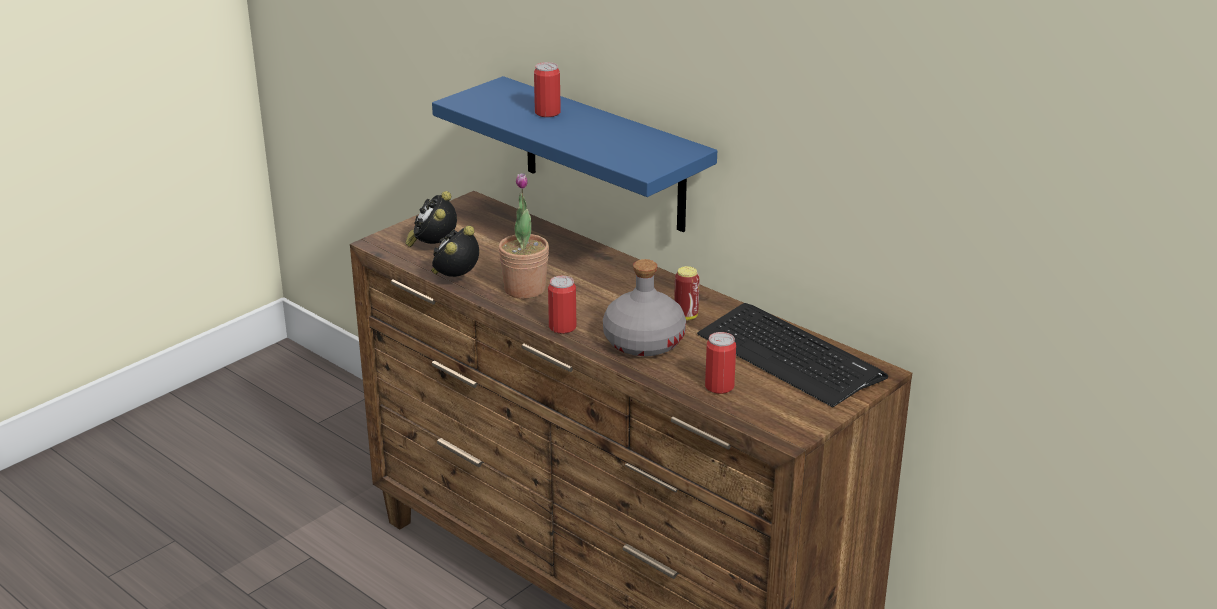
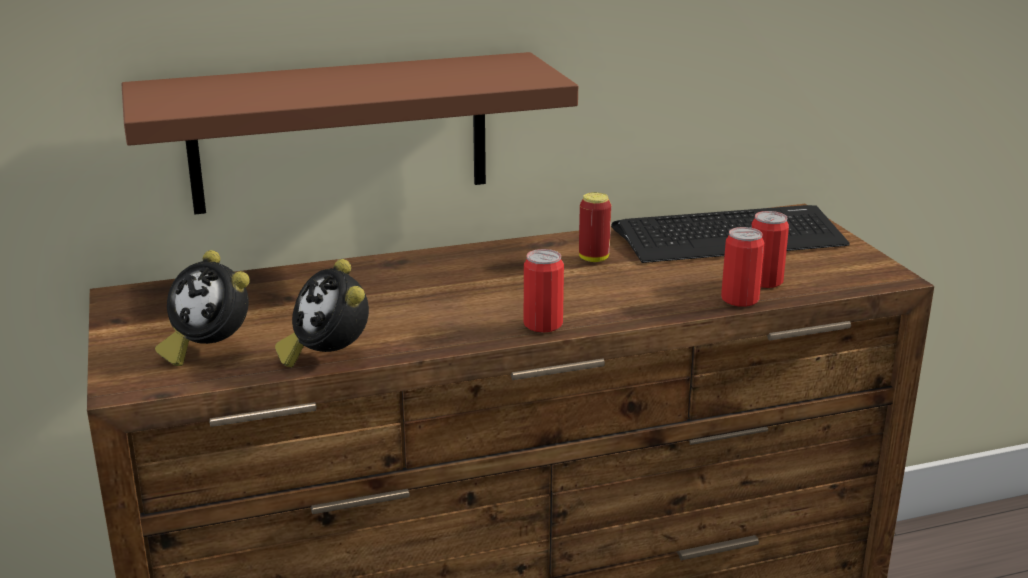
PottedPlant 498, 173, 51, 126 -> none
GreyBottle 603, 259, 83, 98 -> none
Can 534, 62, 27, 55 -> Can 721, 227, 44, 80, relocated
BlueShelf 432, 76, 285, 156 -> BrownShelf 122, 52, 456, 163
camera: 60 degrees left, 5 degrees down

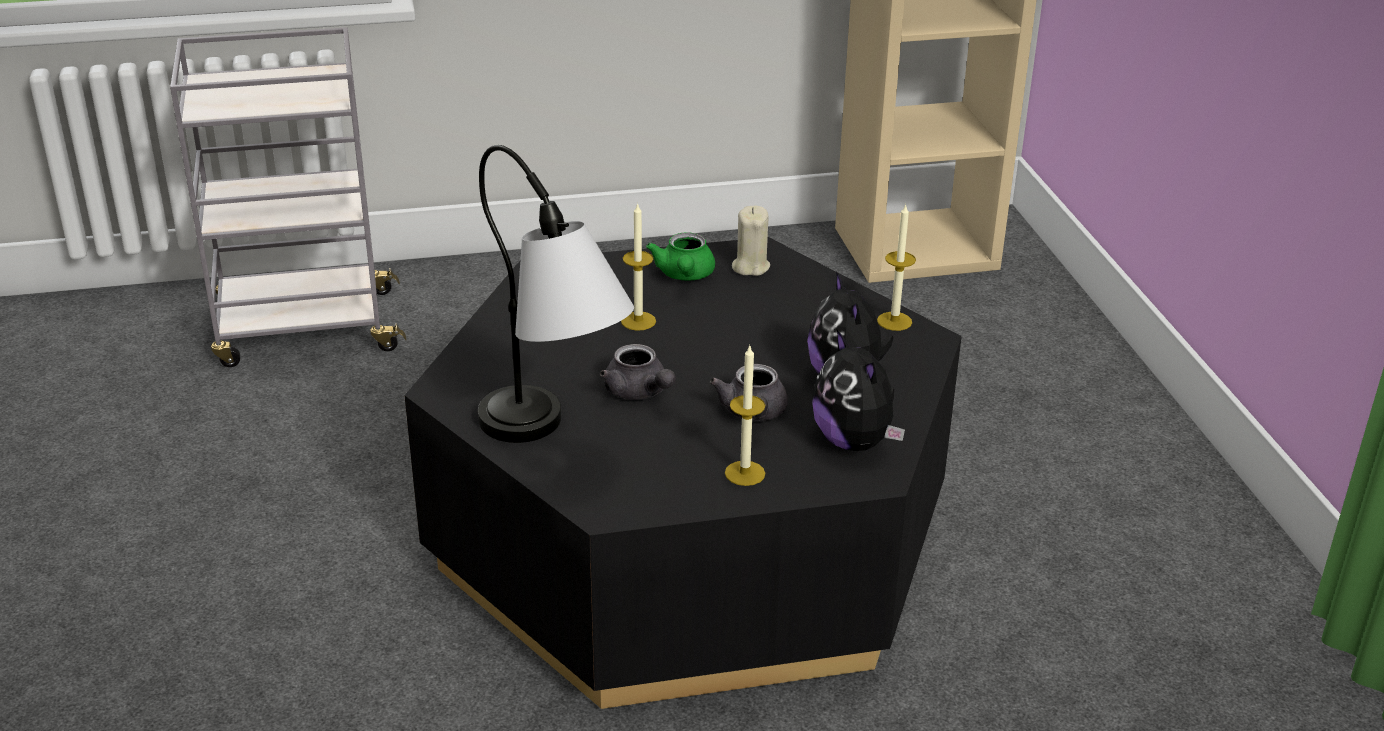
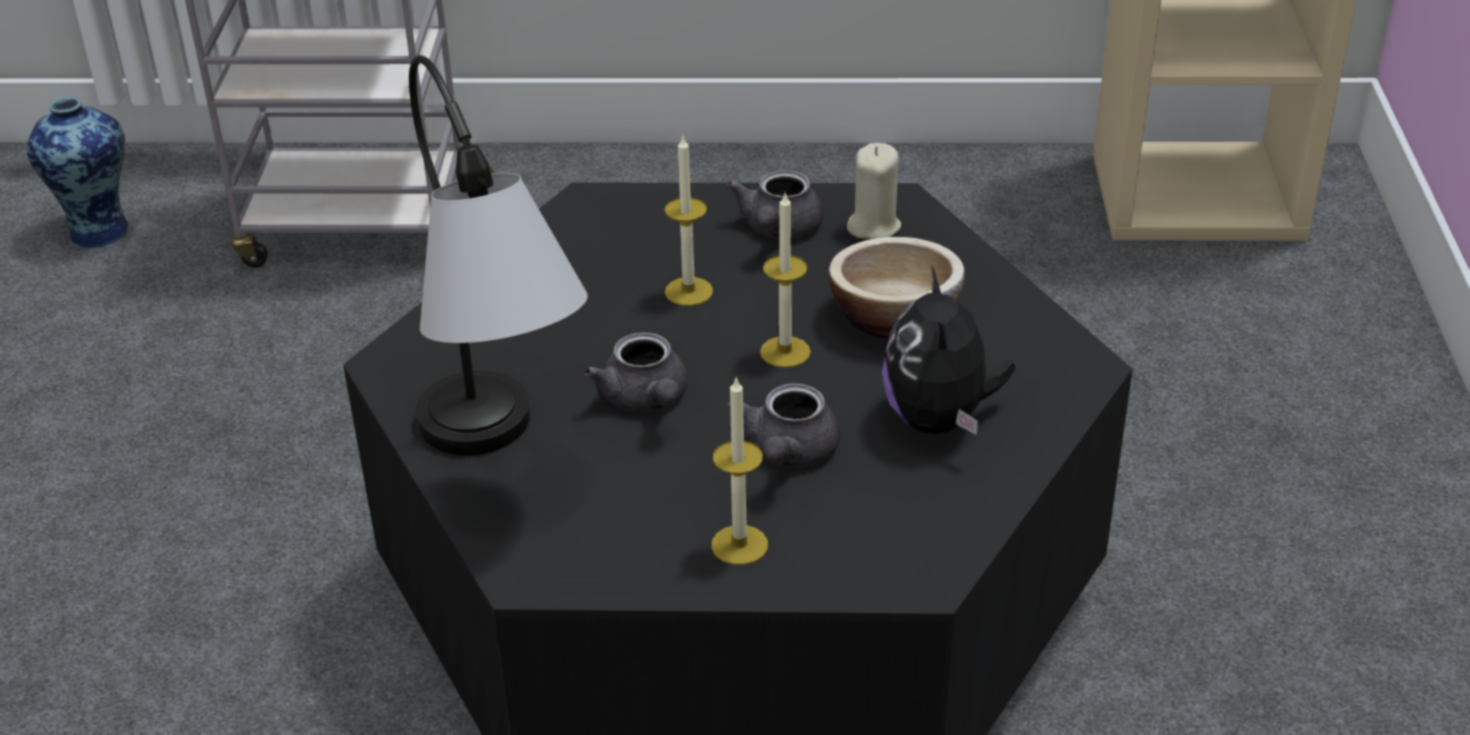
PlushToy 812, 329, 93, 122 -> none
none -> Vase 27, 97, 101, 151
none -> Bowl 829, 237, 136, 102
Candle 877, 203, 39, 128 -> Candle 760, 193, 51, 175, relocated
GreenTeapot 646, 232, 69, 49 -> GreyTeapot 727, 170, 97, 69
camera: 15 degrees right, 5 degrees up

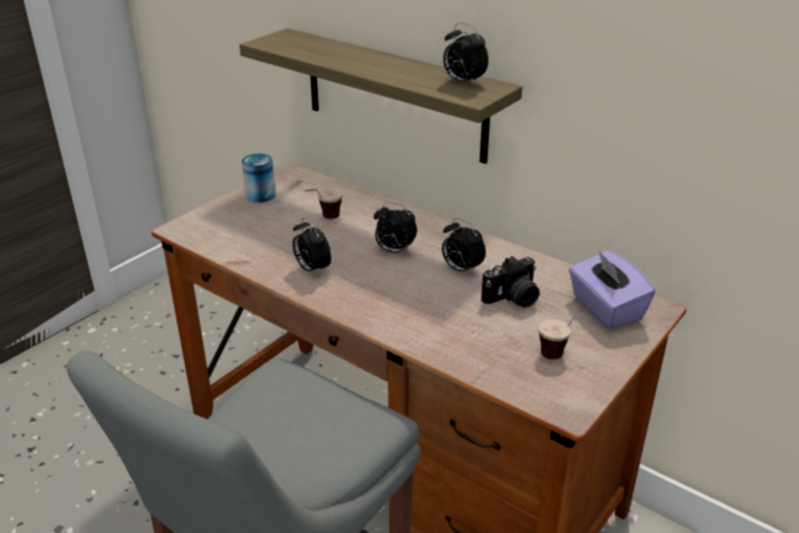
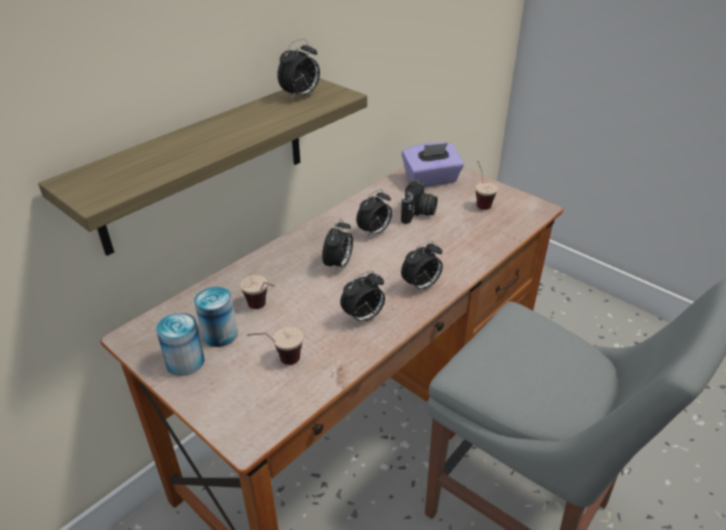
none -> Can 194, 287, 44, 60
none -> Cup 247, 327, 56, 38
none -> AlarmClock 401, 241, 42, 51
PhotoCamera 481, 256, 58, 52 -> PhotoCamera 401, 179, 37, 45, 45 degrees clockwise
camera: 85 degrees left, 5 degrees up

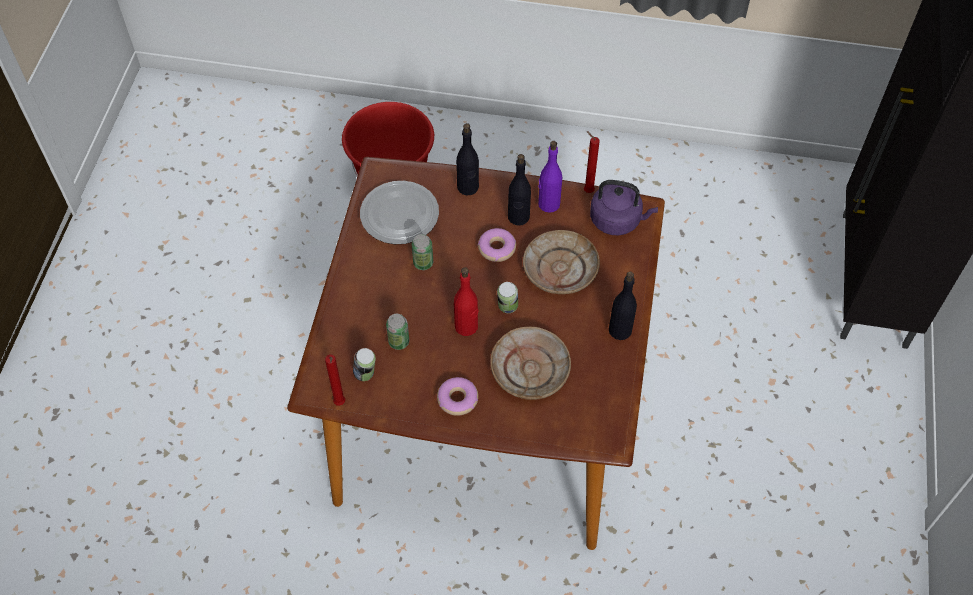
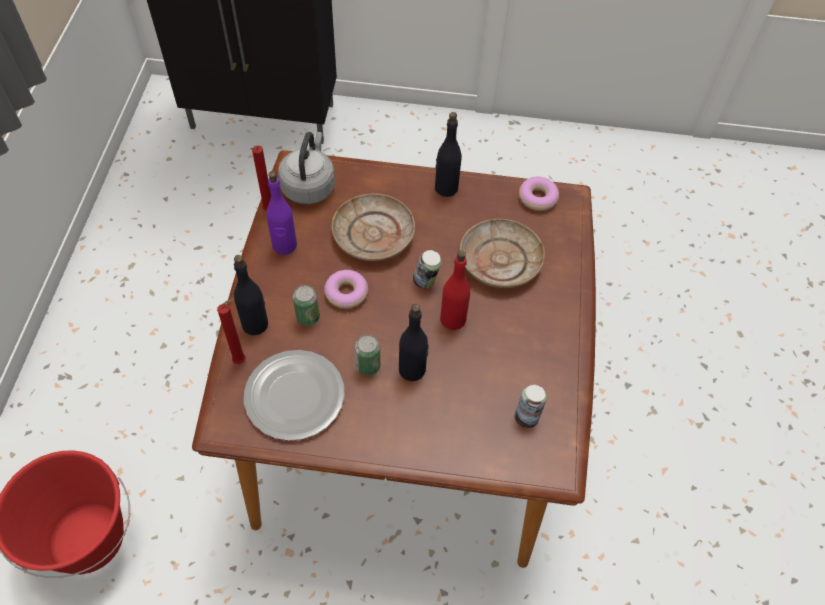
RedCandle 325, 354, 20, 52 -> RedCandle 217, 299, 29, 65, relocated
Can 386, 314, 23, 36 -> Can 293, 285, 27, 41, relocated
Donut 437, 377, 41, 39 -> Donut 519, 177, 40, 34, relocated
BlackBottle 508, 154, 23, 72 -> BlackBottle 399, 304, 30, 77, relocated
PurpleKettle 590, 180, 68, 55 -> GreyKettle 278, 132, 57, 72
camera: 95 degrees left, 0 degrees up

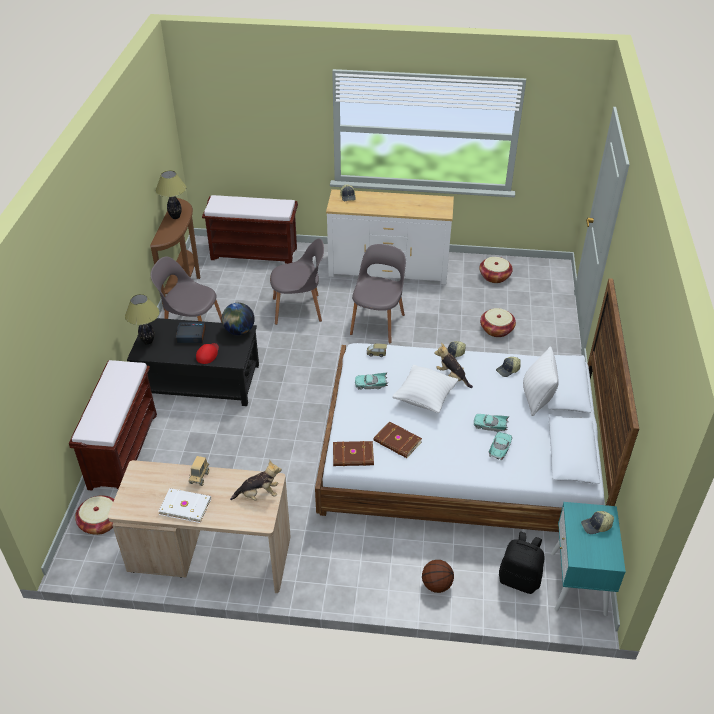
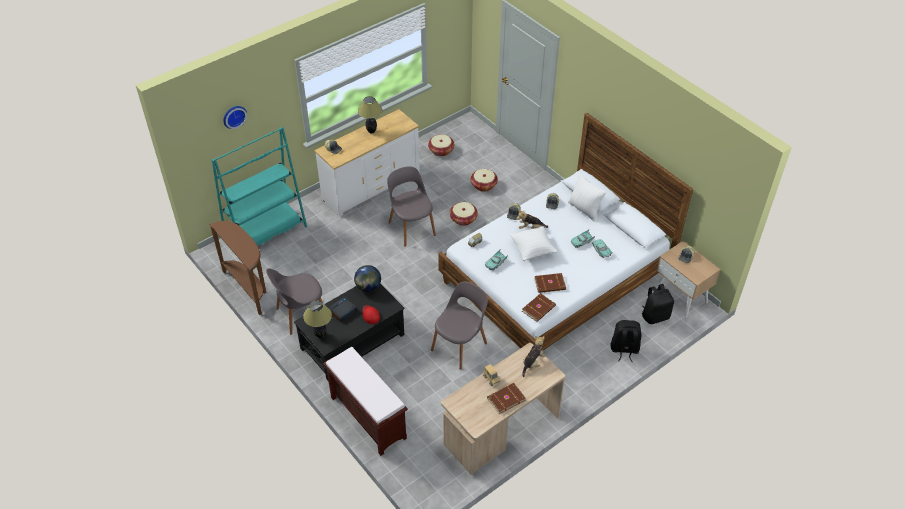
none -> WallClock 223, 106, 24, 23
Basket 75, 495, 39, 40 -> Basket 450, 202, 28, 24, relocated
TableLamp 156, 170, 30, 49 -> TableLamp 358, 96, 24, 37, relocated
GreyChair 270, 238, 54, 87 -> GreyChair 431, 282, 57, 88, relocated
BrownBench 202, 195, 96, 69 -> TurquoiseBookcase 212, 127, 95, 119
Basketball 422, 560, 32, 33 -> BlackBackpack 611, 320, 30, 42
WhiteBook 158, 488, 53, 35 -> BrownBook 487, 383, 39, 31
TurquoiseNightstand 551, 502, 75, 114 -> BeigeNightstand 653, 241, 68, 77
camera: 45 degrees left, 5 degrees up

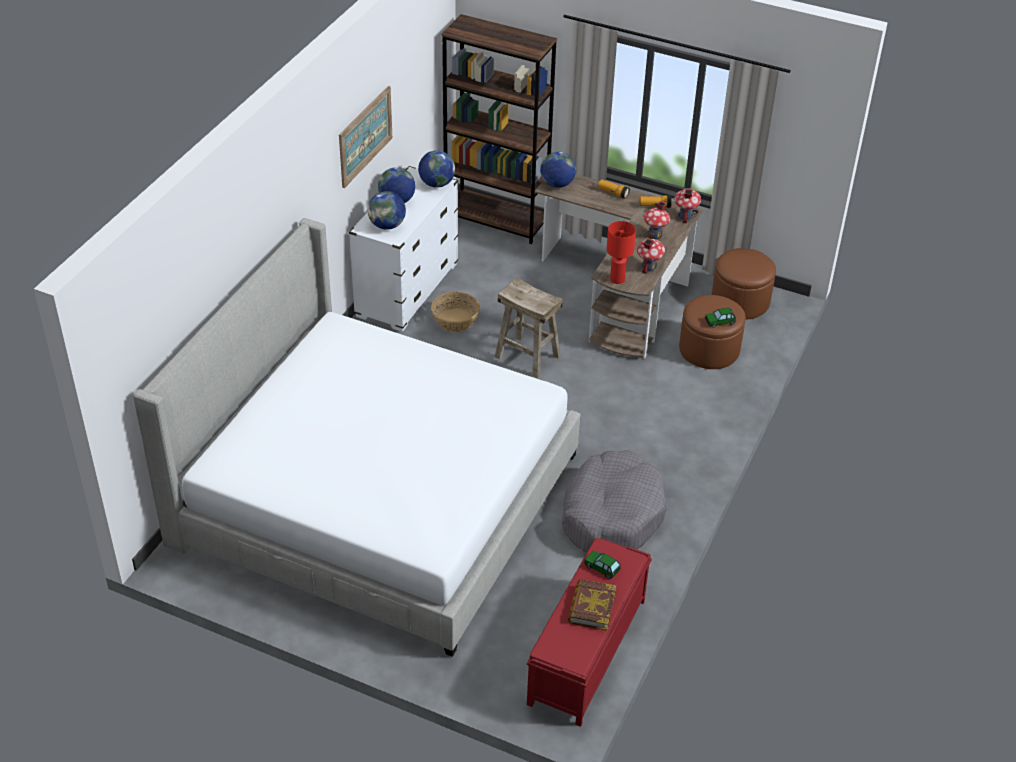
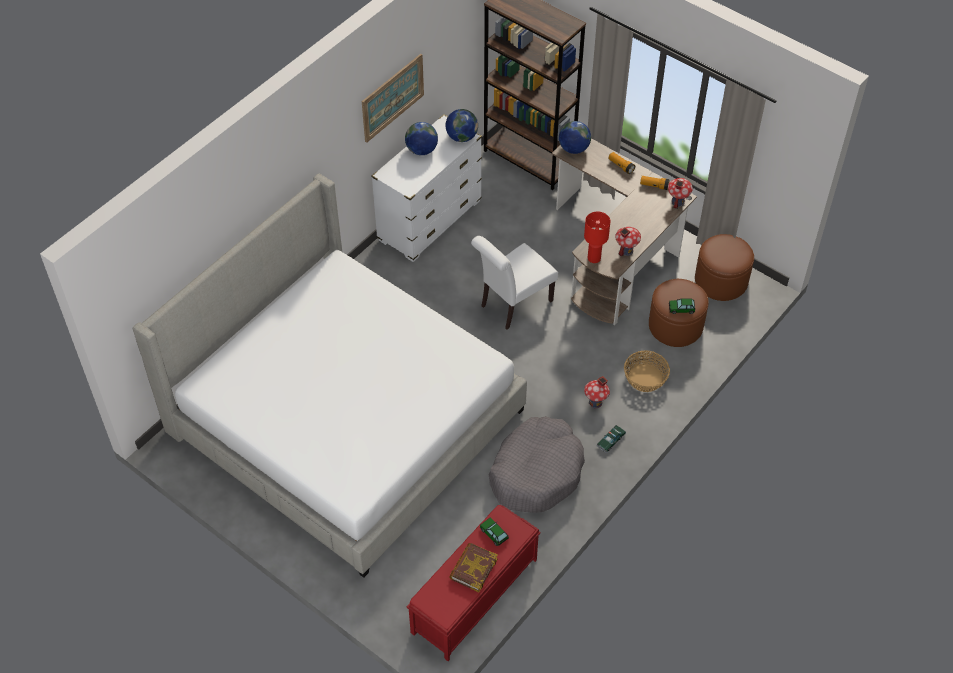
Globe 368, 191, 38, 39 -> none
none -> ToyCar 596, 425, 30, 28
Basket 431, 292, 49, 40 -> Basket 624, 351, 46, 41, relocated
ToyHouse 643, 201, 28, 39 -> ToyHouse 584, 376, 26, 32, relocated
BeigeStool 495, 278, 67, 100 -> WhiteChair 471, 236, 87, 94
camera: 15 degrees right, 10 degrees up

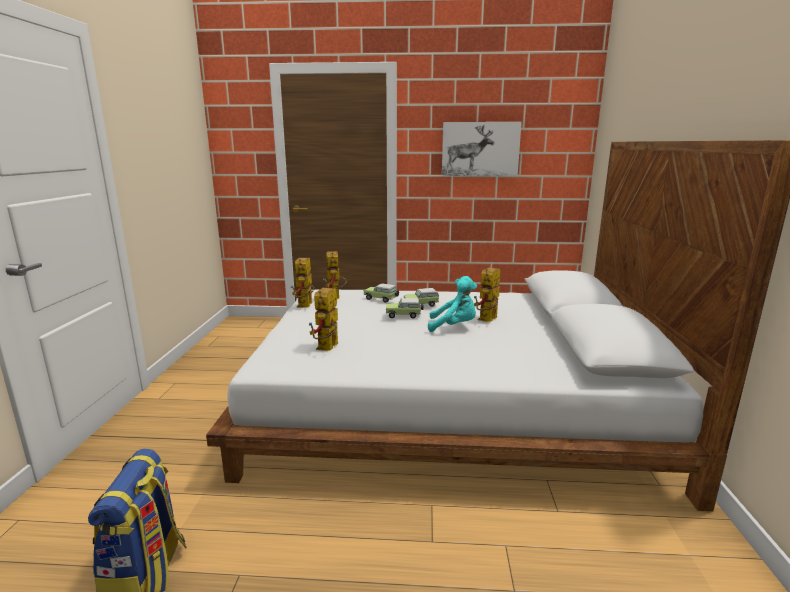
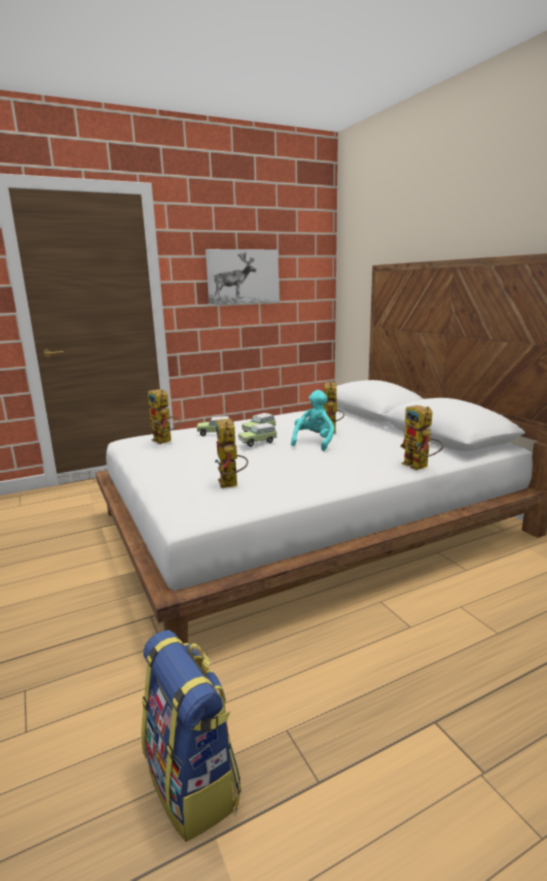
ToyRobot 291, 258, 23, 50 -> ToyRobot 400, 405, 44, 65, relocated
TurquoisePlushToy 428, 276, 49, 56 -> TurquoisePlushToy 291, 390, 44, 61, 45 degrees counterclockwise
camera: 30 degrees left, 0 degrees up

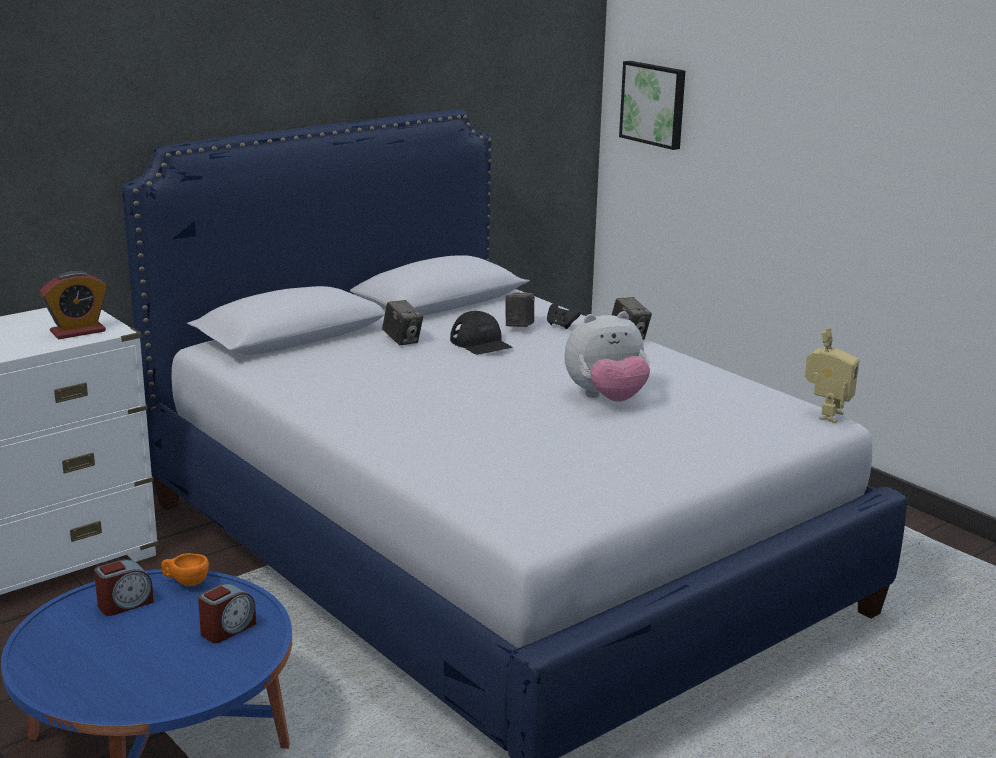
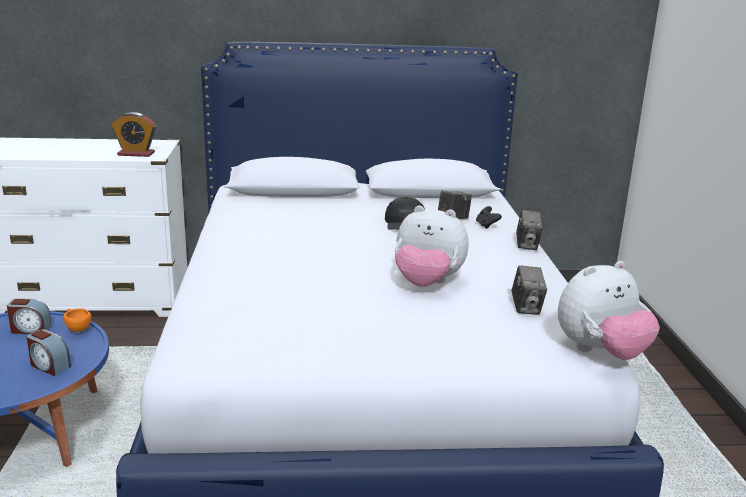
Picture 619, 61, 66, 89 -> none
PhotoCamera 382, 300, 41, 45 -> PhotoCamera 511, 265, 36, 50, relocated
ToyRobot 805, 328, 54, 95 -> PlushToy 558, 261, 102, 99
AlarmClock 198, 583, 58, 60 -> AlarmClock 27, 329, 44, 47, 45 degrees clockwise
camera: 35 degrees right, 0 degrees up

